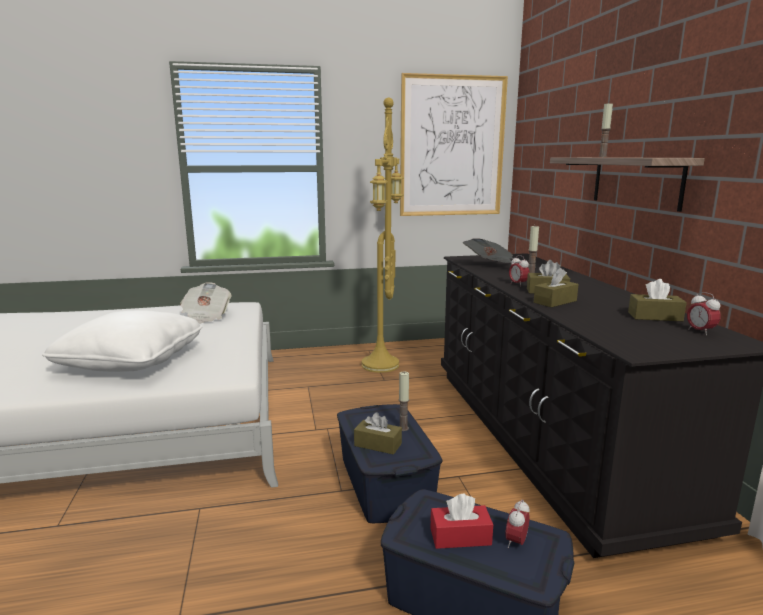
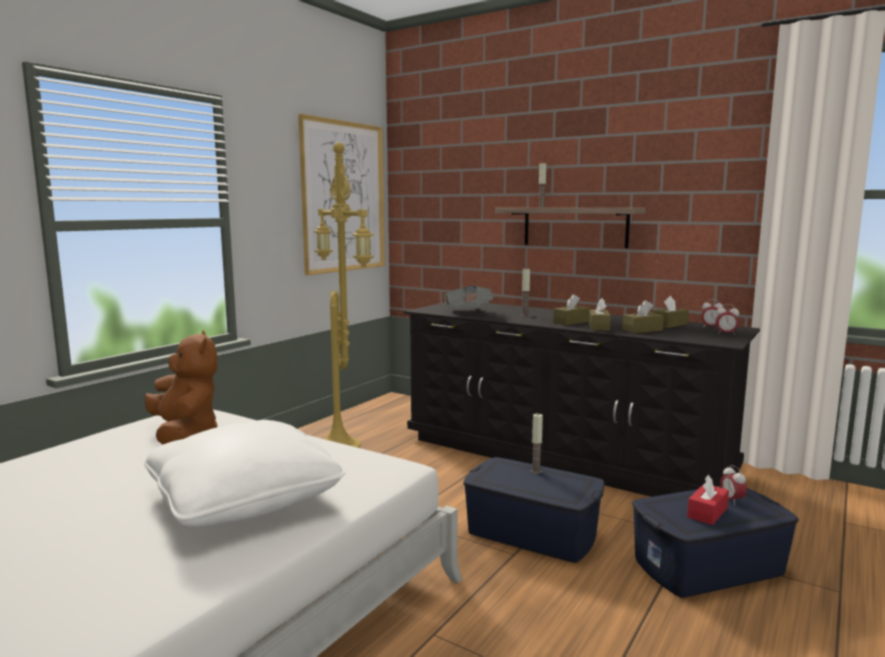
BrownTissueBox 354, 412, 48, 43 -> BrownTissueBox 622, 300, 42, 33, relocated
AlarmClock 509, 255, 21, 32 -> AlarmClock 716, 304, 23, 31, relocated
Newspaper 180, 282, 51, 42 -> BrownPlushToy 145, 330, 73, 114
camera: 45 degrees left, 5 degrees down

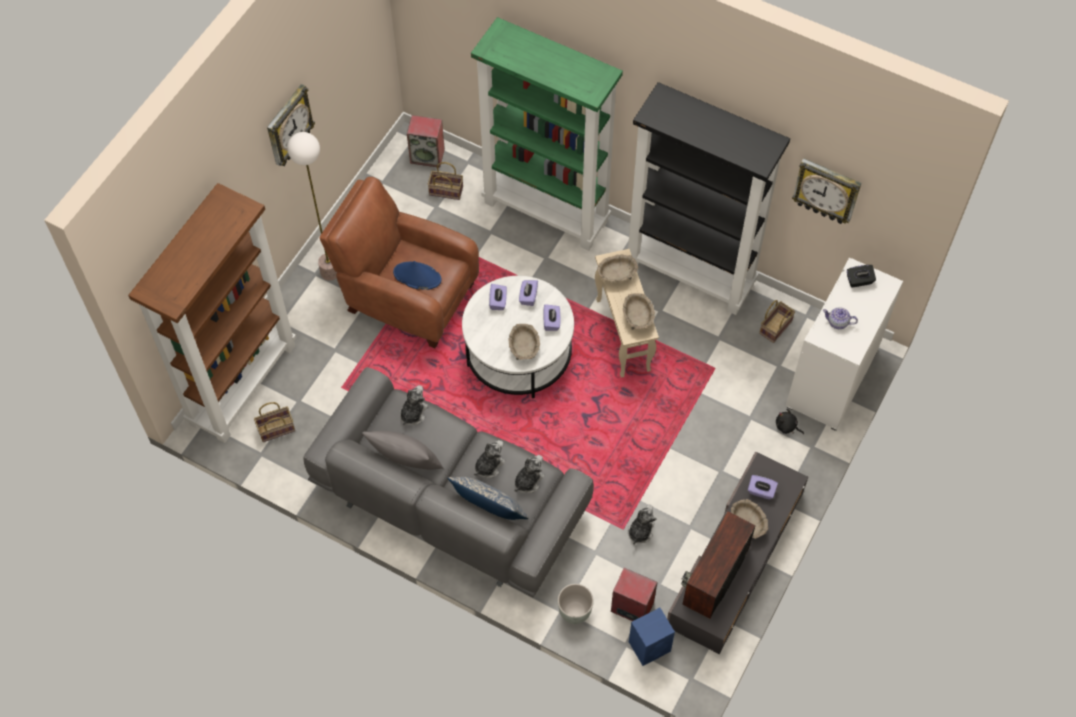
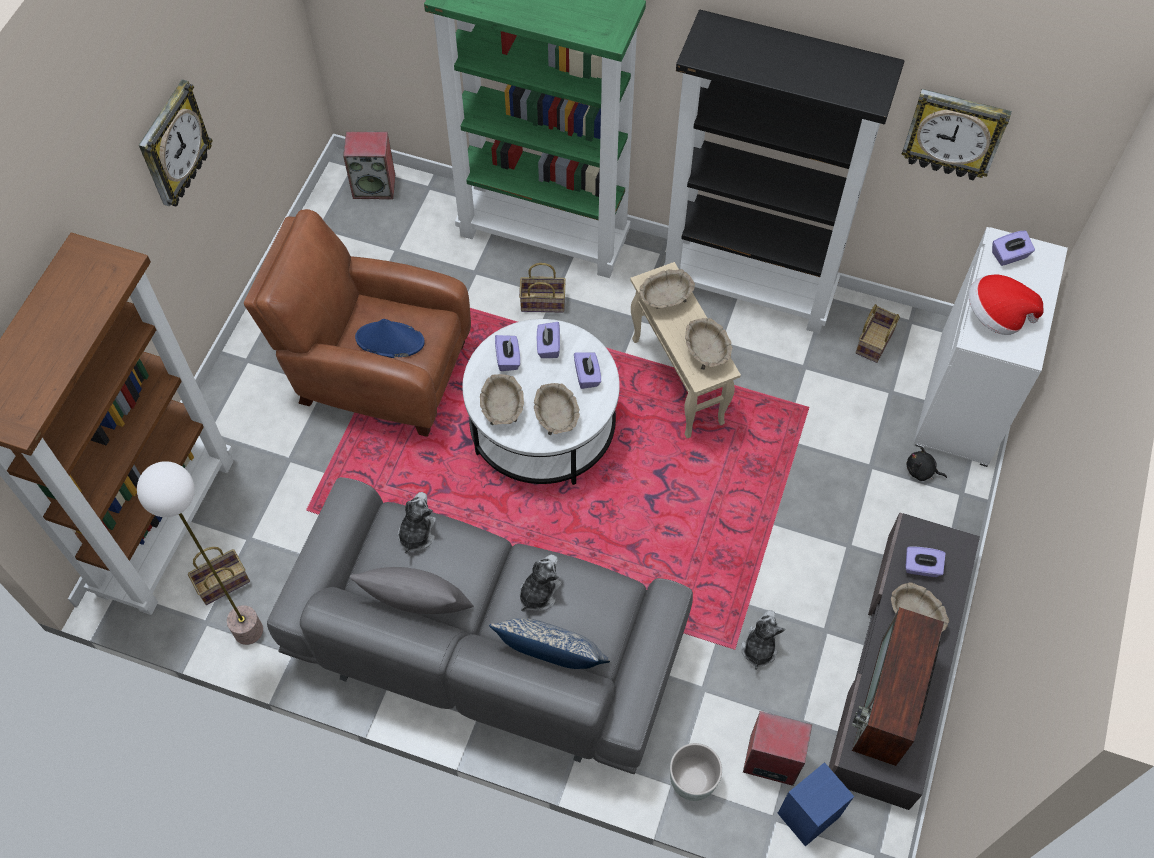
PlushToy 514, 455, 31, 38 -> none
none -> BeigeBowl 480, 374, 44, 51
FloorLamp 287, 132, 50, 149 -> FloorLamp 137, 461, 126, 184, relocated
Basket 428, 162, 35, 38 -> Basket 519, 263, 47, 49, relocated
Teapot 823, 307, 35, 22 -> Hat 968, 275, 75, 60
BlackTissueBox 847, 265, 29, 22 -> PurpleTissueBox 992, 231, 43, 35
camera: 10 degrees left, 0 degrees up

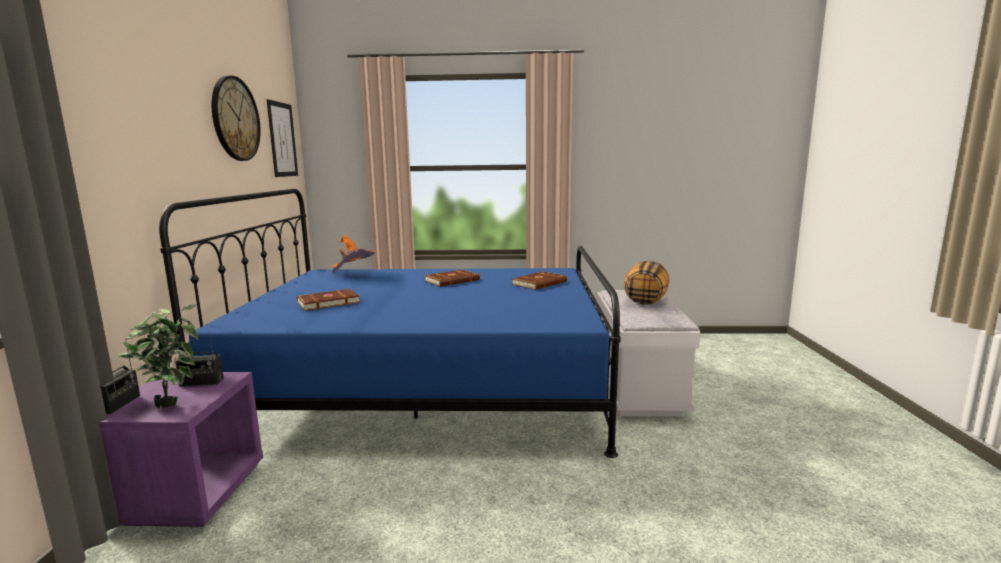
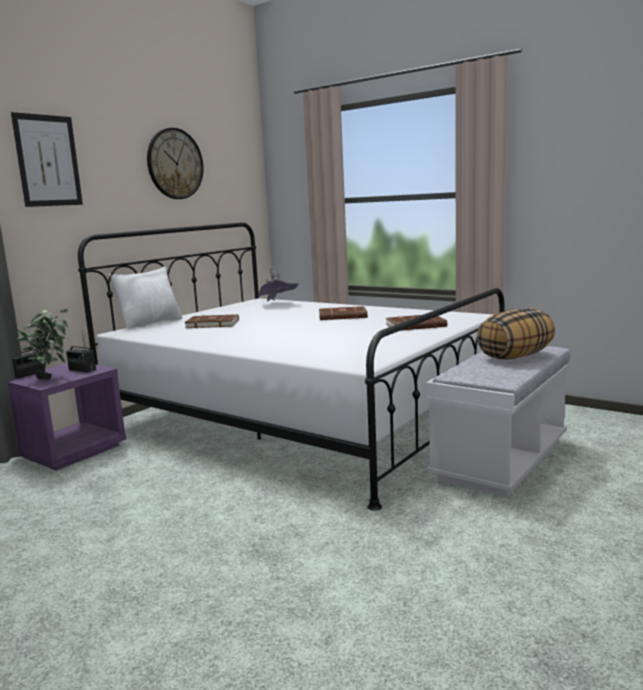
none -> WhitePillow 109, 266, 73, 63
Picture 267, 99, 31, 78 -> Picture 11, 112, 72, 95, relocated
BlueBed 159, 189, 462, 269 -> WhiteBed 78, 222, 427, 289
OrangeHat 330, 235, 47, 37 -> GreyHat 258, 266, 40, 36
camera: 35 degrees right, 0 degrees up

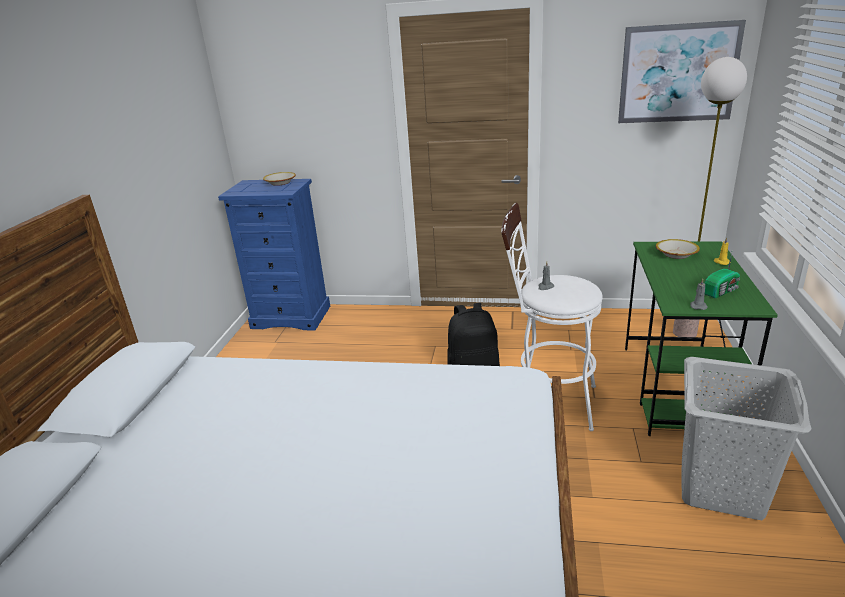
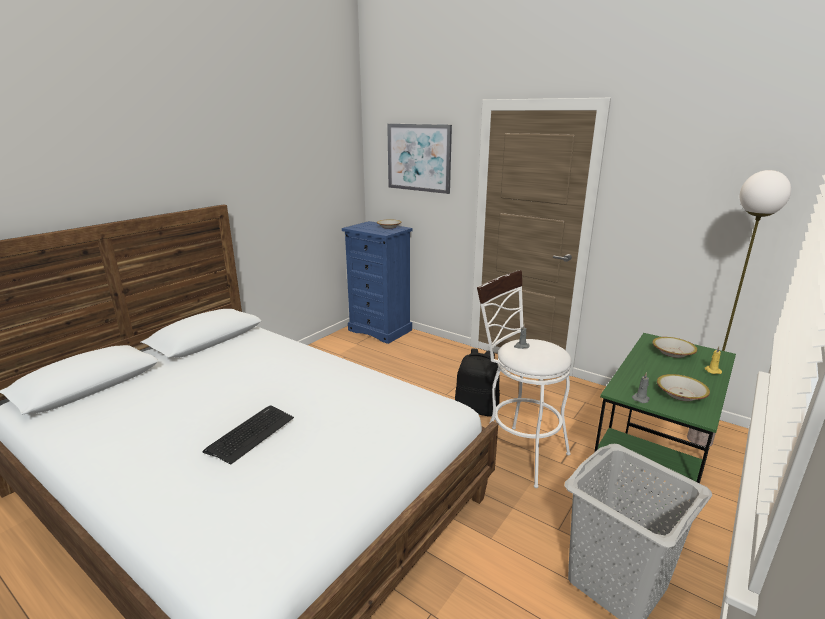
none -> Keyboard 202, 405, 92, 60
Picture 618, 20, 128, 103 -> Picture 387, 124, 65, 70, relocated
Radio 704, 249, 36, 49 -> Bowl 657, 374, 53, 27
camera: 25 degrees right, 5 degrees down

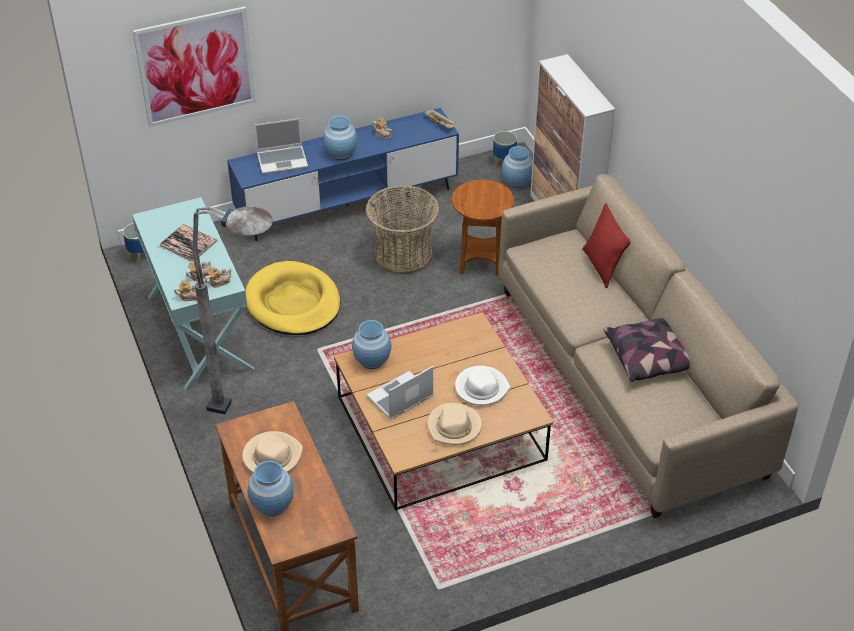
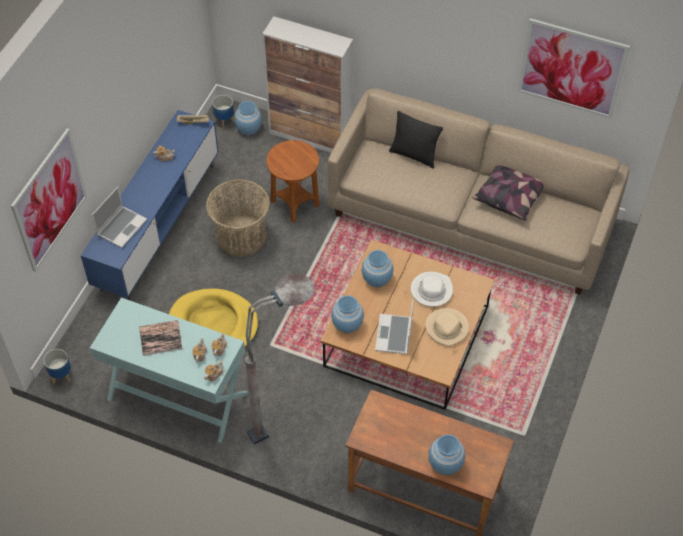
BeigeHat 242, 431, 61, 42 -> none
none -> Picture 517, 18, 113, 101
BlueVase 323, 115, 35, 45 -> BlueVase 362, 250, 32, 37, relocated
RedPillow 582, 203, 49, 85 -> BlackPillow 389, 111, 54, 58
camera: 45 degrees left, 10 degrees up

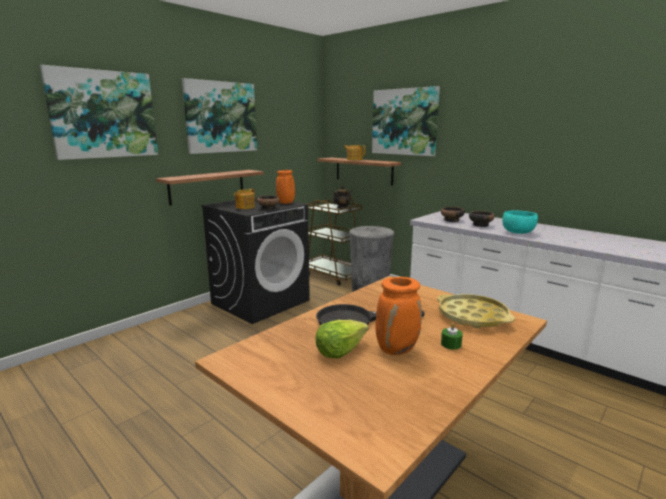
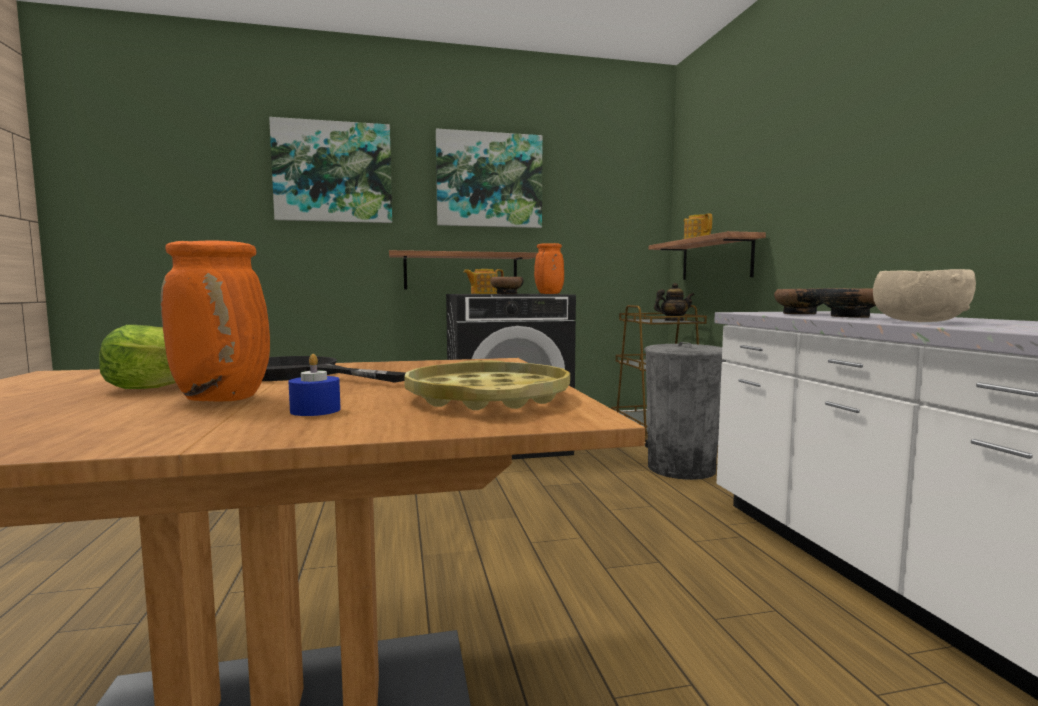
Picture 372, 86, 68, 70 -> none
GreenCandle 441, 323, 22, 27 -> BlueCandle 288, 354, 53, 62
TurquoiseBowl 502, 210, 36, 24 -> BeigeBowl 873, 269, 103, 53
camera: 35 degrees right, 10 degrees down

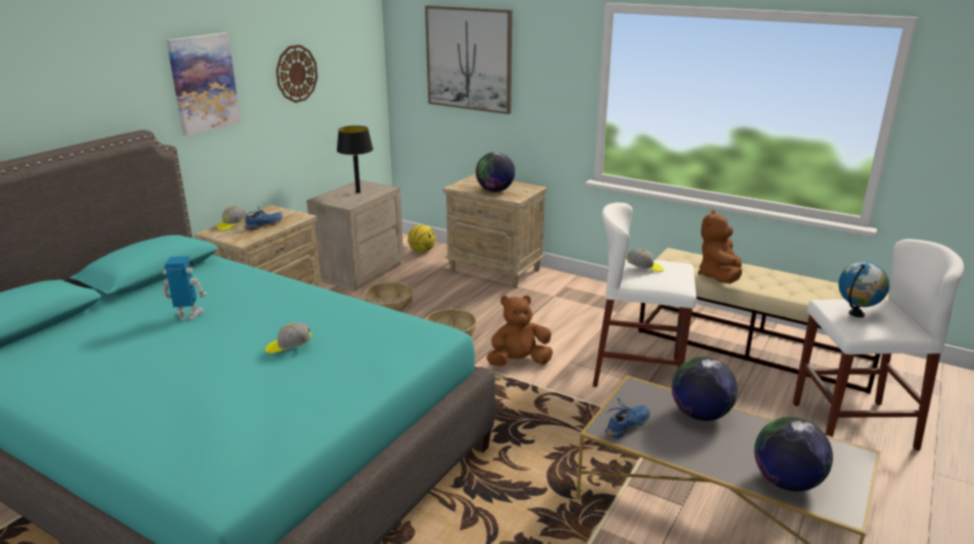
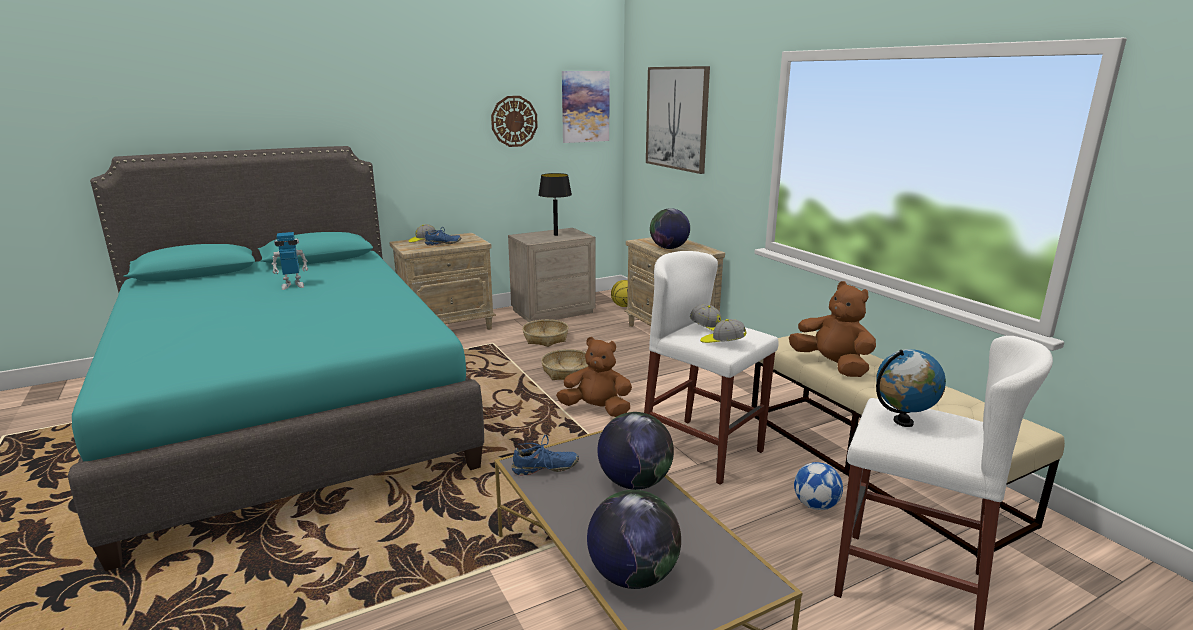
none -> Football 794, 462, 49, 48
Picture 166, 33, 75, 103 -> Picture 562, 71, 48, 72, relocated
Cap 265, 322, 47, 32 -> Cap 700, 319, 46, 24, relocated
ToyRobot 162, 256, 45, 65 -> ToyRobot 272, 232, 36, 58, 135 degrees clockwise
BrownPlushToy 698, 210, 44, 74 -> BrownPlushToy 789, 281, 87, 96, 90 degrees clockwise
camera: 30 degrees right, 5 degrees down

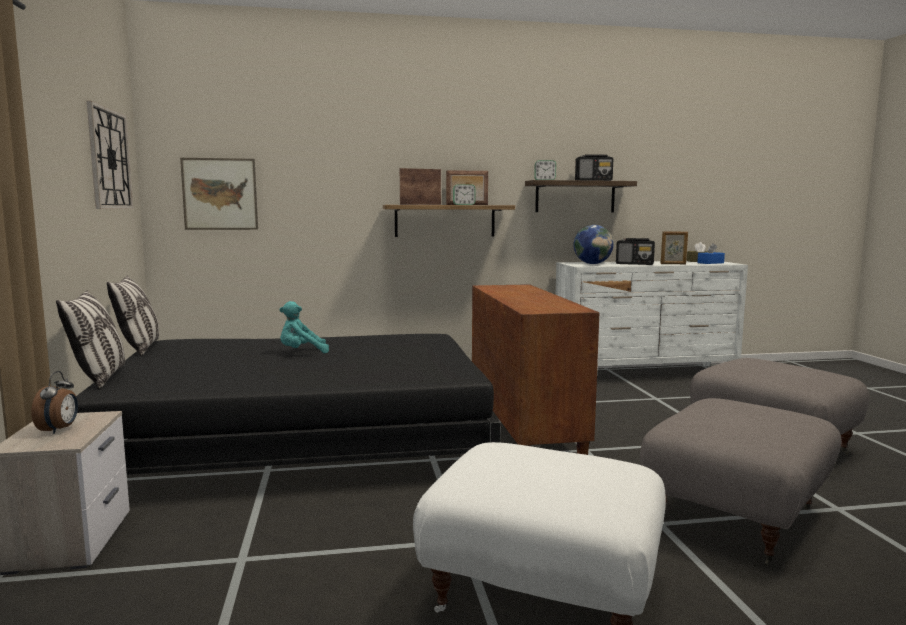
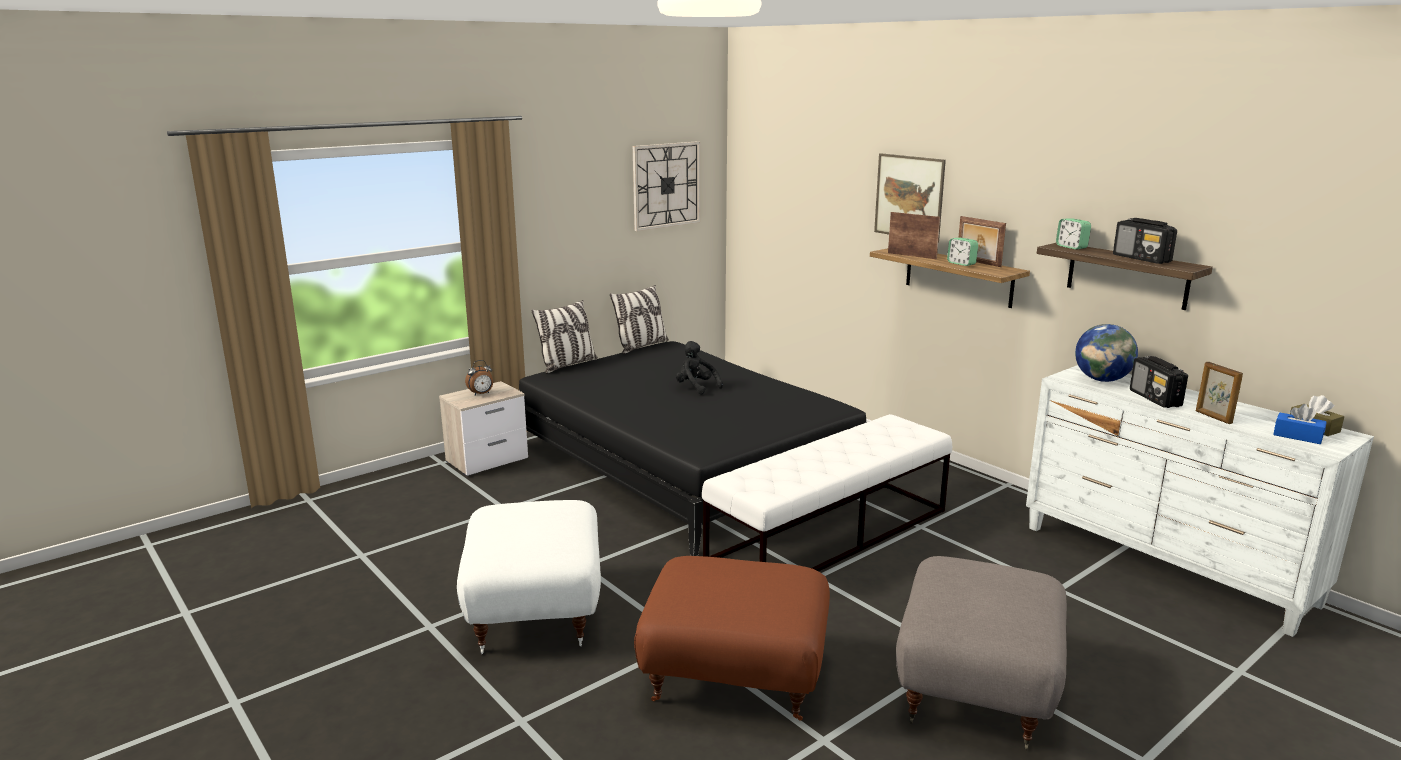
Picture 180, 158, 78, 72 -> Picture 874, 153, 72, 90, relocated
BrownCabinet 472, 284, 127, 171 -> WhiteBench 702, 414, 250, 157
TurquoisePlushToy 279, 301, 50, 52 -> BlackPlushToy 676, 341, 47, 53
GreyOttoman 640, 398, 202, 168 -> BrownOttoman 634, 556, 196, 165
camera: 60 degrees right, 10 degrees up

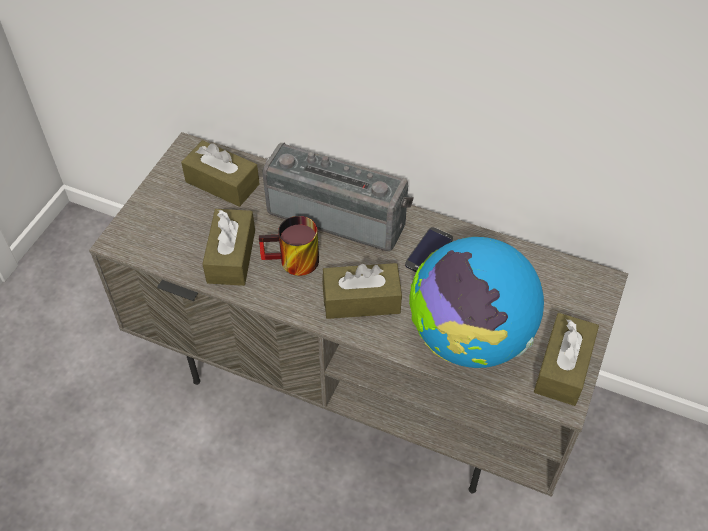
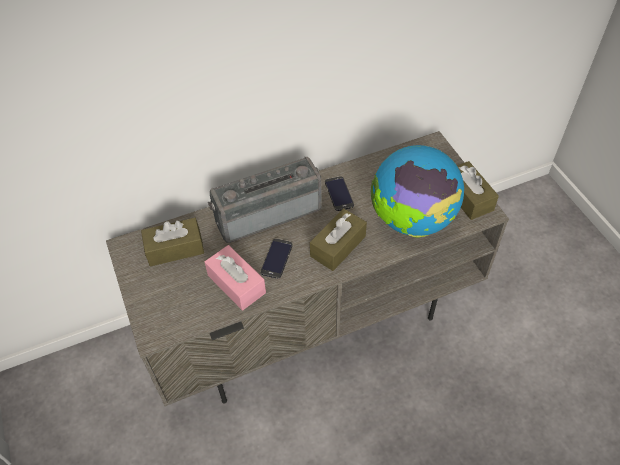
Mug 259, 216, 60, 60 -> Phone 261, 239, 32, 40
BrownTissueBox 202, 209, 53, 77 -> PinkTissueBox 205, 245, 61, 65
camera: 45 degrees left, 0 degrees up

